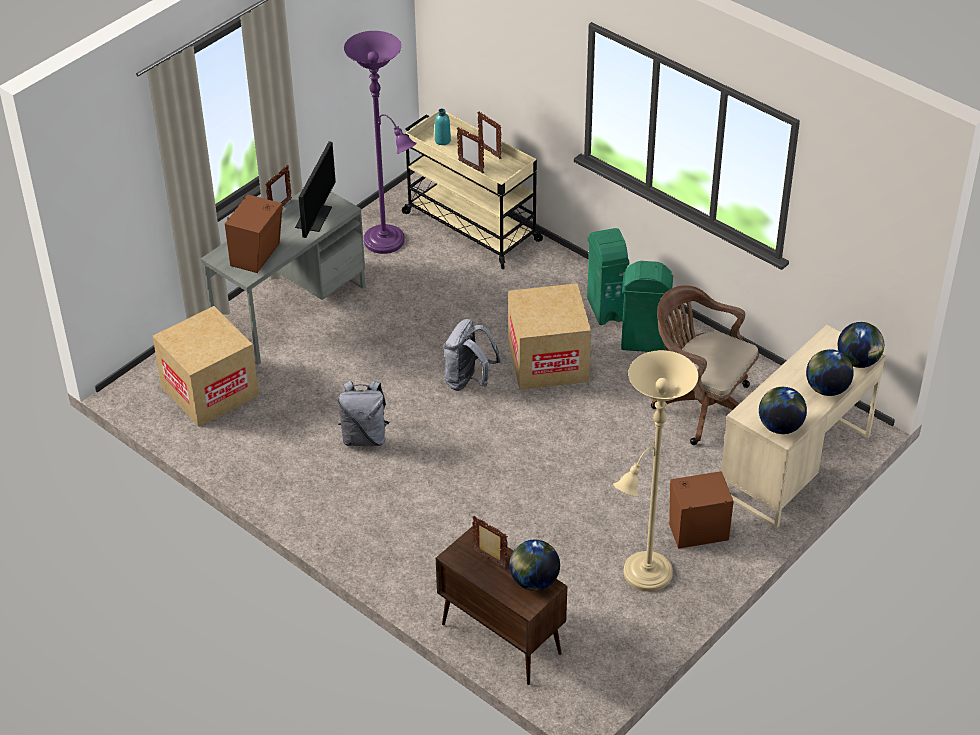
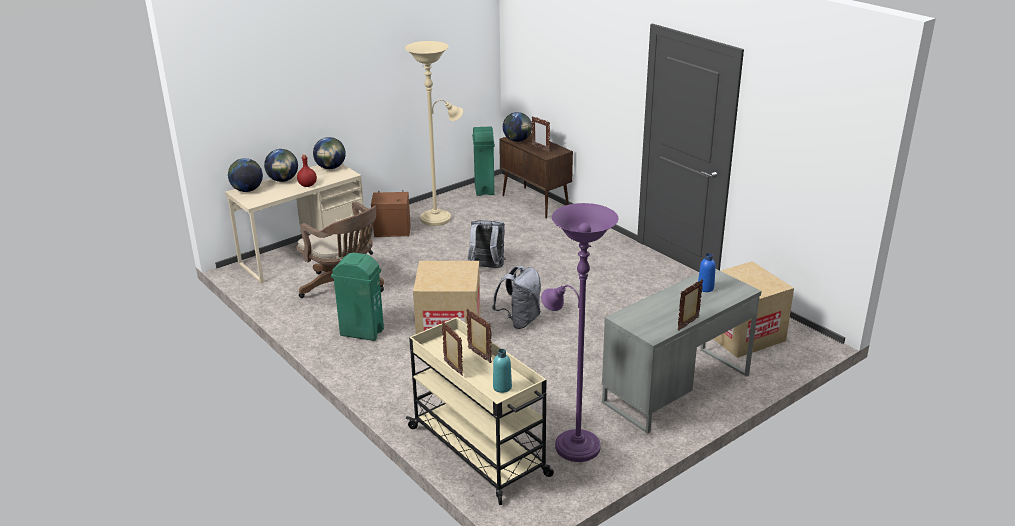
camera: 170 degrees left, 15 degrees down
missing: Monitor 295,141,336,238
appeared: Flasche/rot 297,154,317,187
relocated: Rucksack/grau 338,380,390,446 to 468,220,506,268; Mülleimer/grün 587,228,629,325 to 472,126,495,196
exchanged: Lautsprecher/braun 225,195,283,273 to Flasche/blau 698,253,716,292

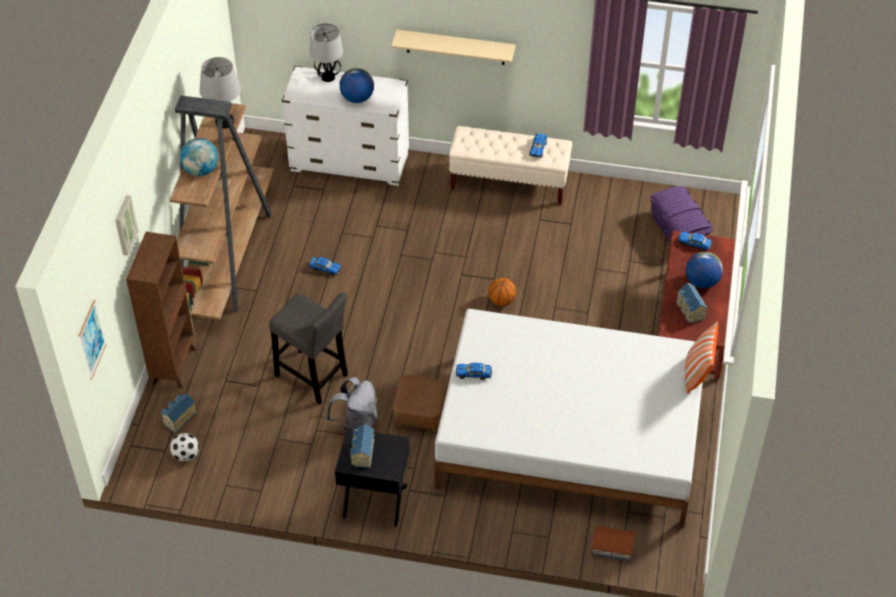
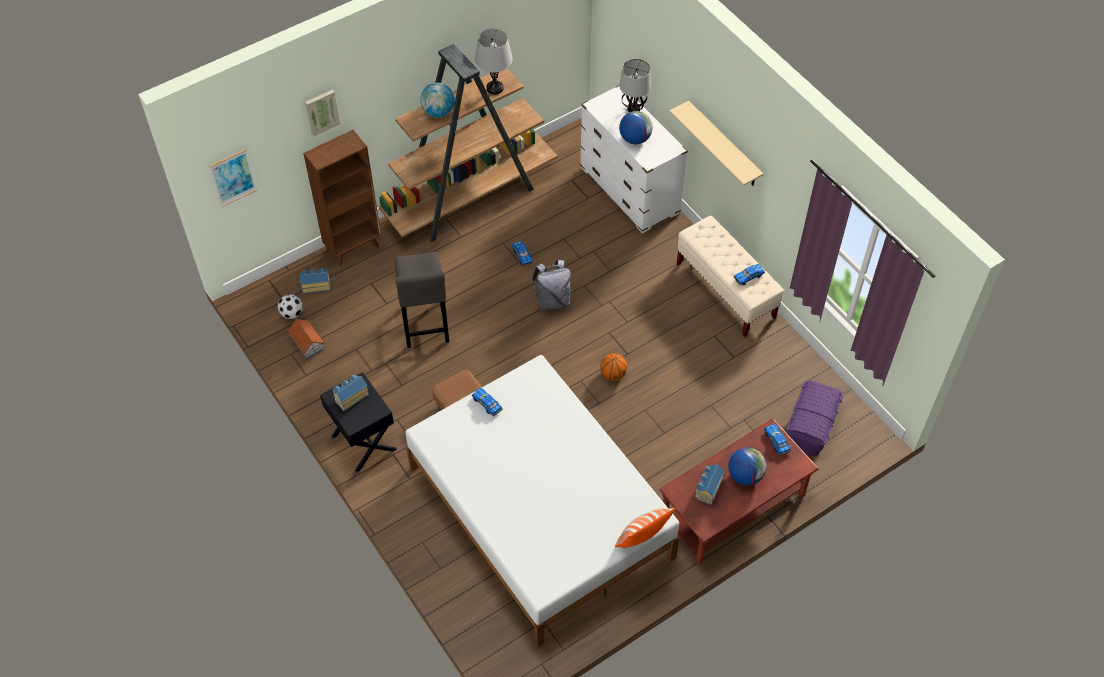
camera: 45 degrees right, 5 degrees up
relocated: Rucksack/grau 326,377,378,433 to 532,260,571,311; Spielzeughaus 591,526,635,561 to 288,319,325,359

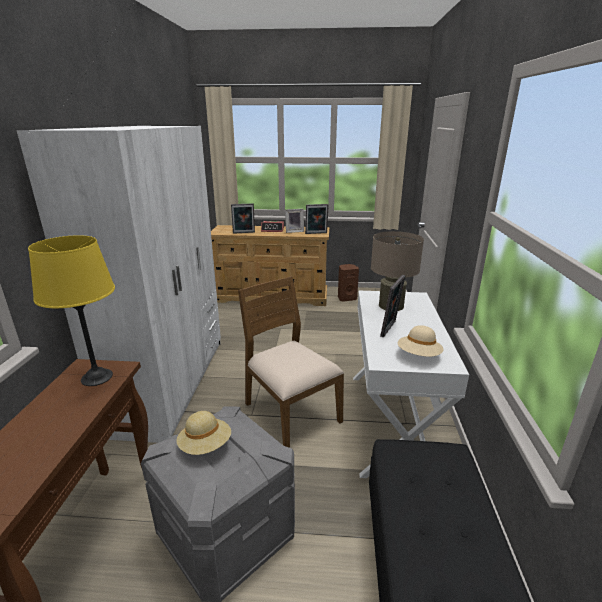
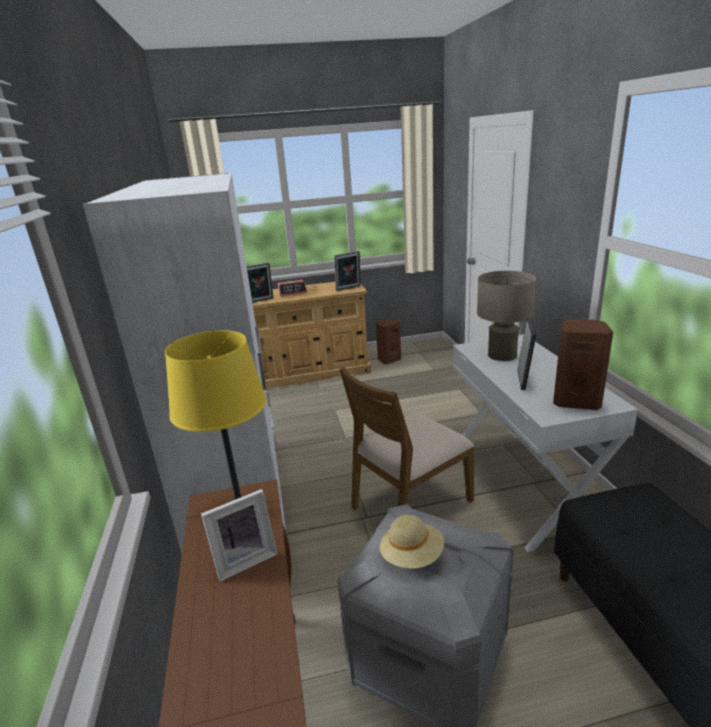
camera: 15 degrees left, 0 degrees up
relocated: Bilderrahmen 285,209,304,233 to 201,489,277,581
exchanged: Hut/beige 398,325,443,357 to Lautsprecher/braun 553,319,613,410
spun: Stuhl/braun 238,276,344,448 = 340,367,474,510 75 degrees counterclockwise

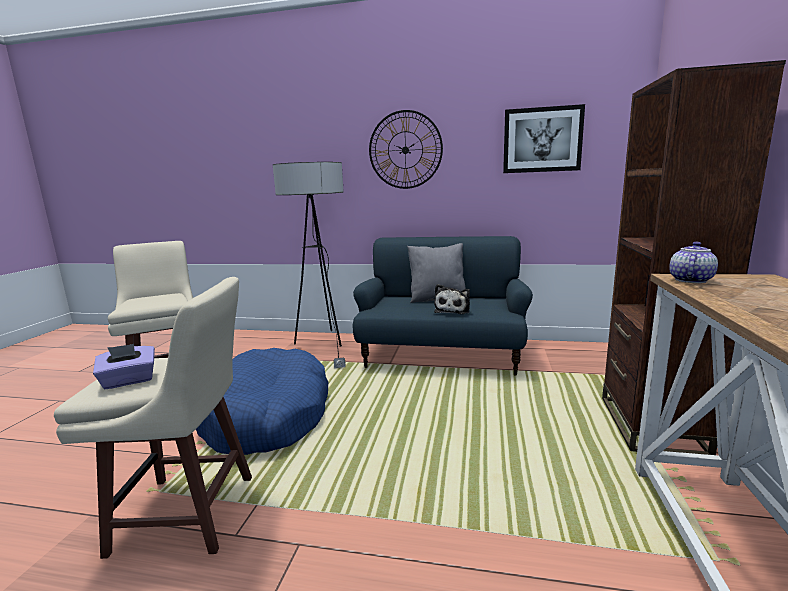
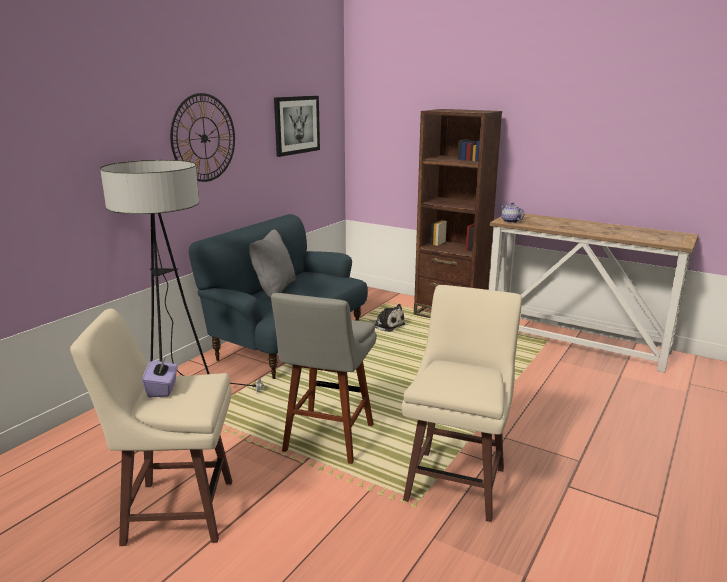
camera: 70 degrees left, 5 degrees up
relocated: Taschentuchbox/lila 93,344,155,389 to 142,357,178,398; Plüschtier 434,284,470,314 to 369,304,405,332
exchanged: Hundebett/blau 196,348,328,455 to Hocker/grau 271,293,377,464

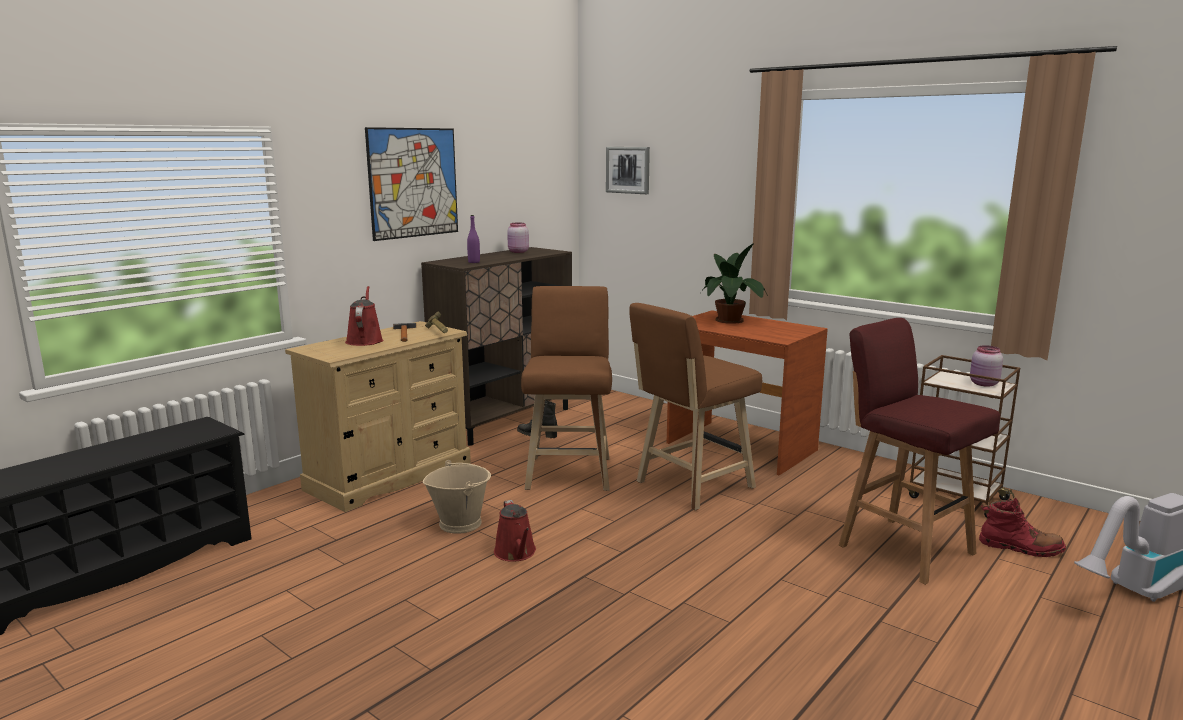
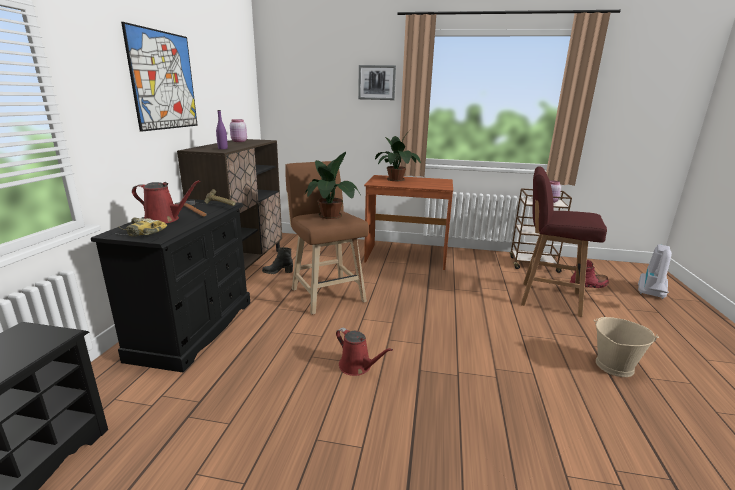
camera: 30 degrees left, 5 degrees up
missing: Hocker/braun 629,303,762,511
appeared: Bohrmaschine 118,218,167,237; Topfpflanze 304,152,361,219
relocated: Eimer/beige 423,460,491,534 to 594,317,659,377; Bild 606,147,650,194 to 358,65,396,100
colour: Kommode/beige 285,321,471,512 to Kommode/schwarz 91,199,250,373
spun: Gießkanne/rot 345,286,384,346 = 132,180,200,223 135 degrees clockwise

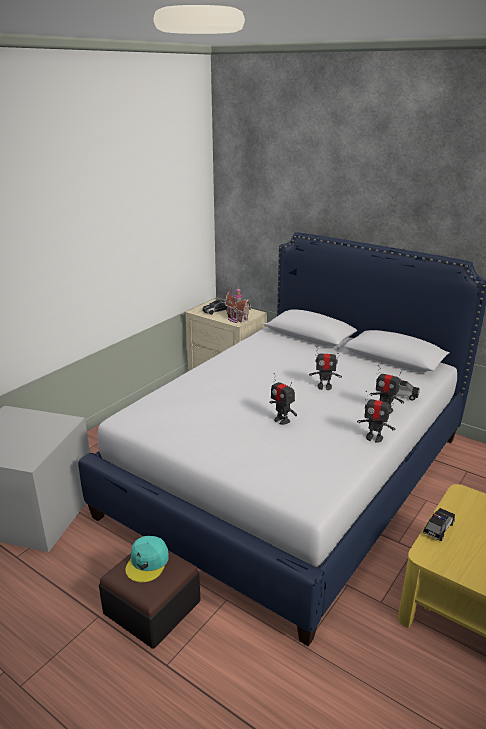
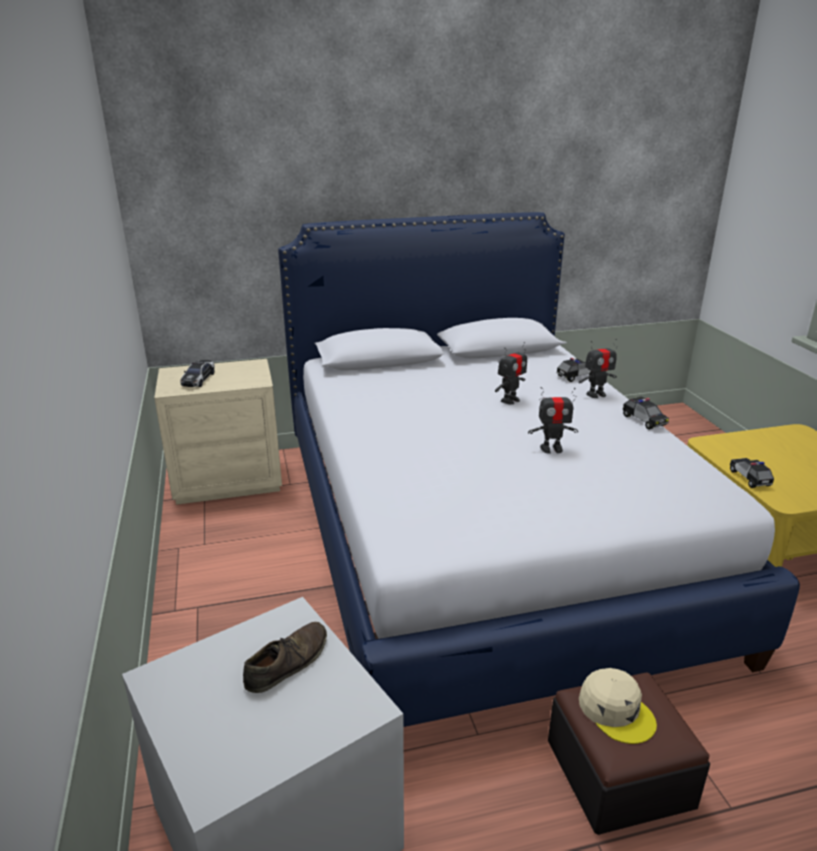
camera: 50 degrees left, 0 degrees up
missing: Spielzeughaus 225,287,251,323
appeared: Schuh/braun 243,622,327,693
exchanged: Spielzeugroboter 357,391,395,443 to Spielzeugauto 623,397,669,430
colour: Kappe/türkis 125,536,169,582 to Kappe/beige 579,668,657,744

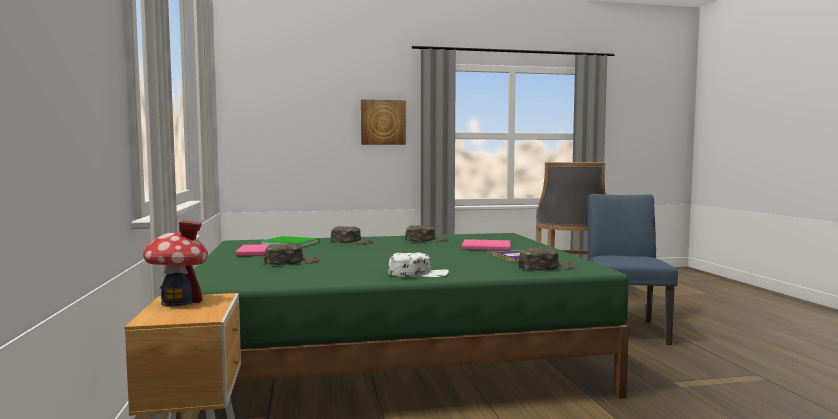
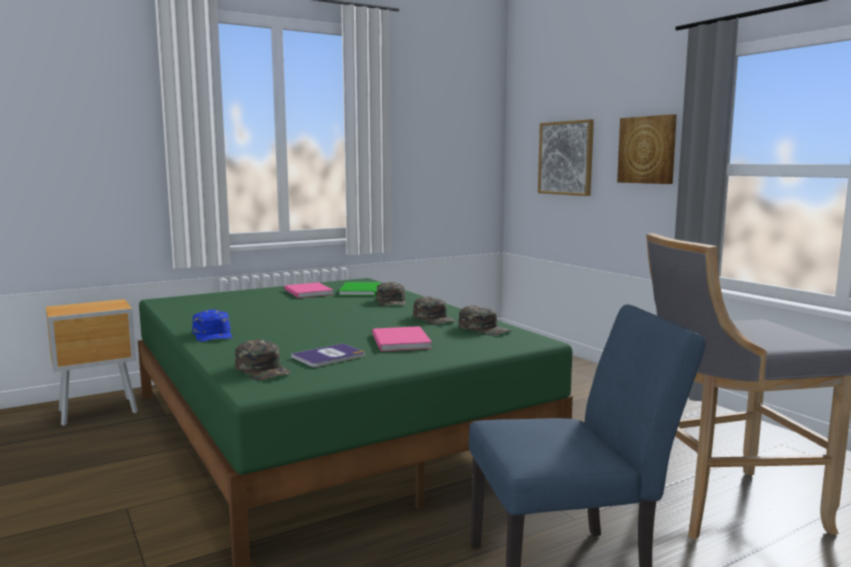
camera: 70 degrees right, 5 degrees up
missing: Spielzeughaus 143,220,208,306
appeared: Bild 538,119,594,196
relocated: Kappe/grün 264,243,320,265 to 458,305,512,335
colour: Kappe/weiß 388,252,449,277 to Kappe/blau 192,310,232,342

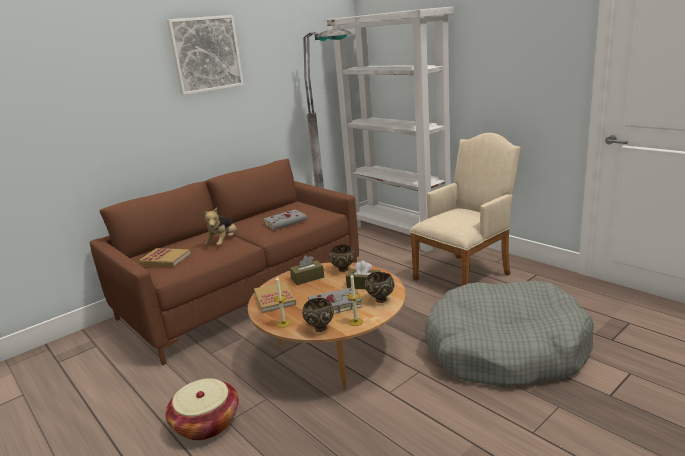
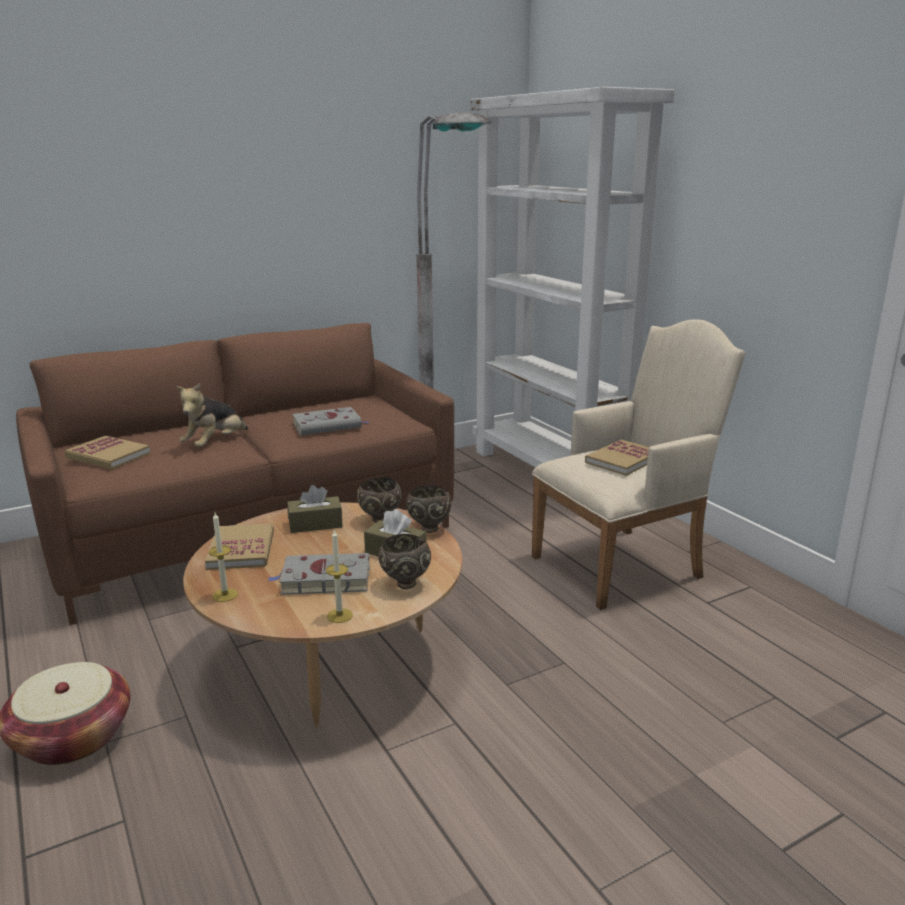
camera: 10 degrees right, 0 degrees up
missing: Bild 167,15,244,95; Hundebett/grau 425,280,594,388
appeared: Buch 585,440,649,476
relocated: Schüssel/braun 302,298,334,332 to 406,485,451,533

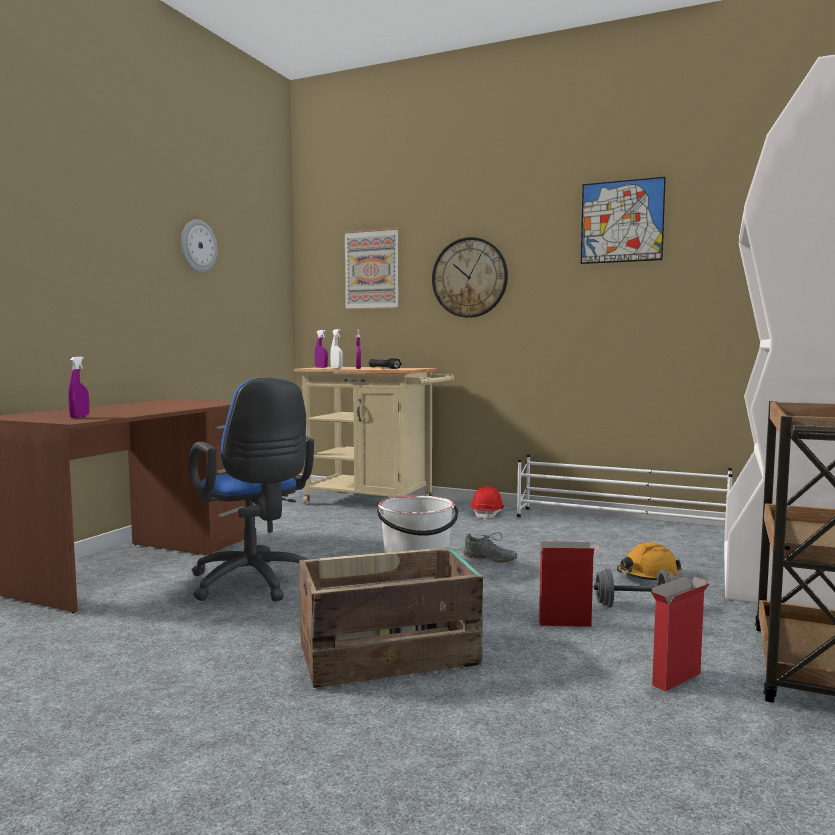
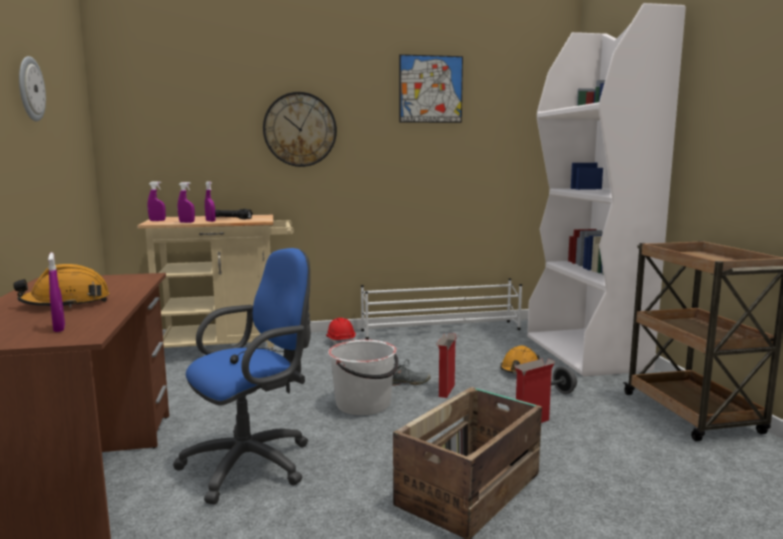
camera: 35 degrees left, 5 degrees up
missing: Bild 344,228,399,310
appeared: Schutzhelm/orange 13,264,110,307
relocated: Karton 651,576,710,692 to 436,333,458,398
colour: Sprühflasche/weiß 330,329,343,369 to Sprühflasche/lila 178,182,195,223
spun: Bürostuhl/blau 189,377,314,602 = 173,248,311,504 60 degrees counterclockwise

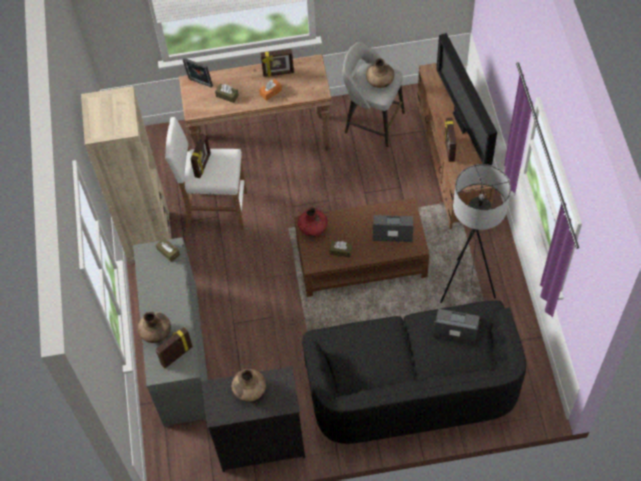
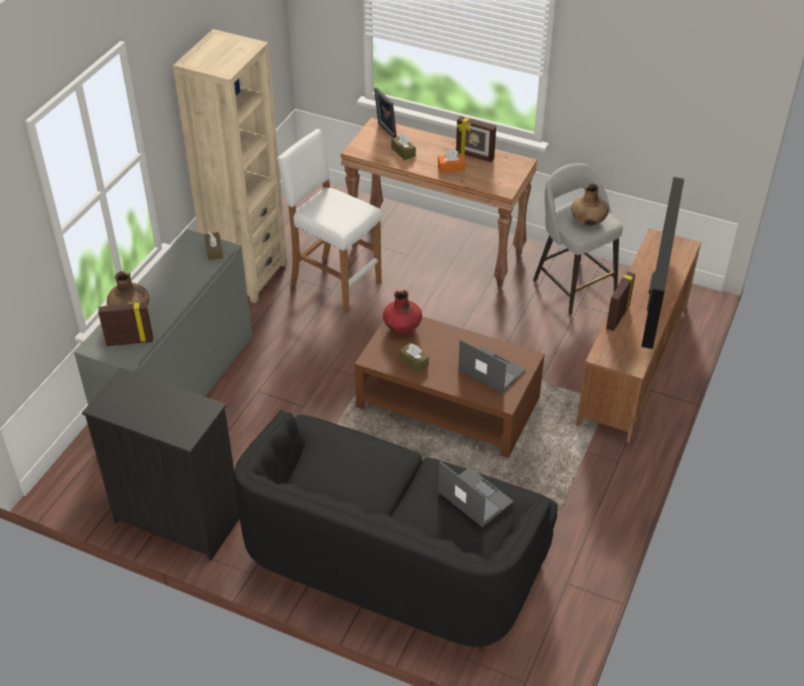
camera: 30 degrees right, 15 degrees down
missing: Bilderrahmen 191,134,211,178; Vase/braun 231,369,266,402; Stehlampe/grau 440,164,511,303

